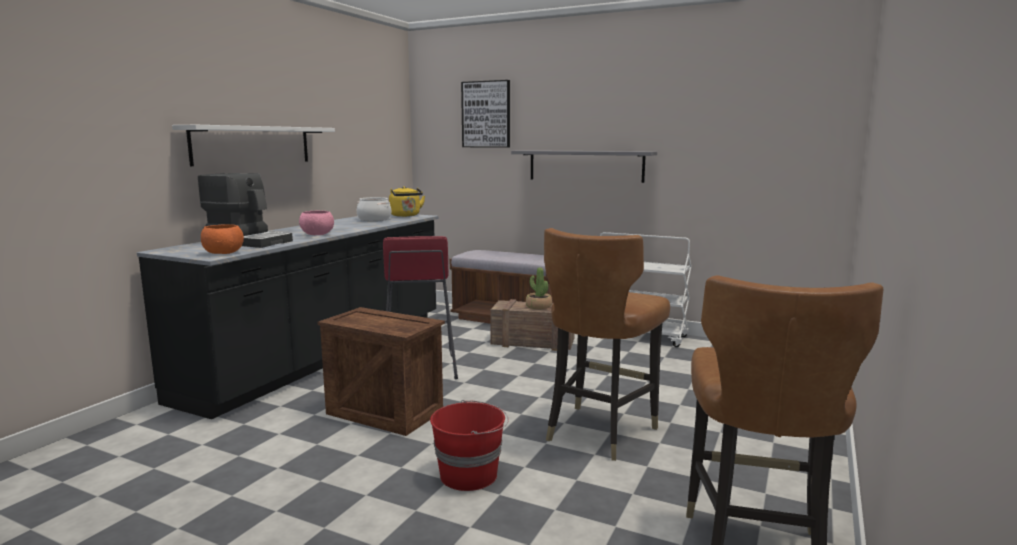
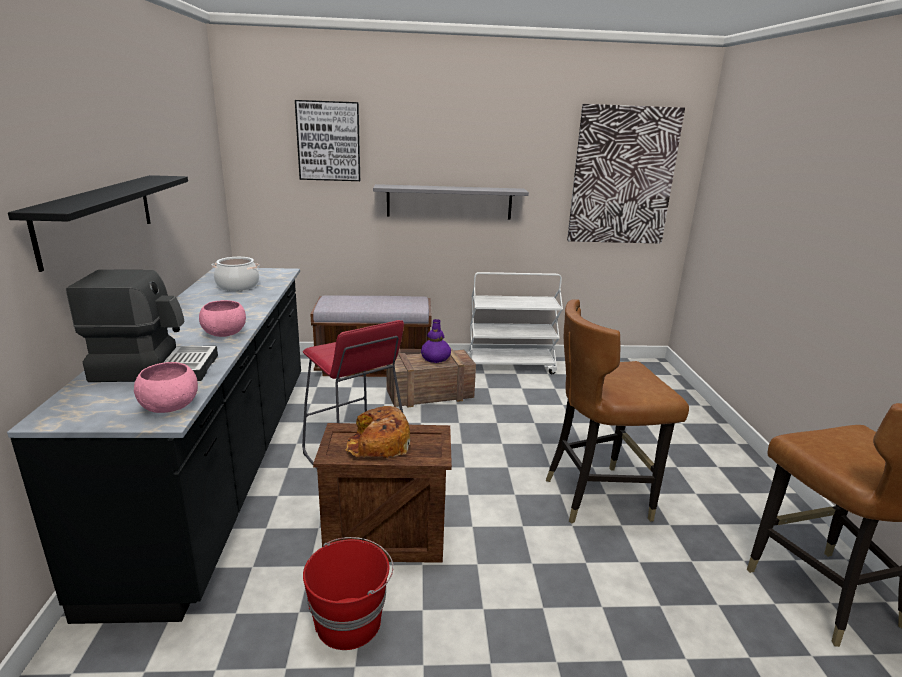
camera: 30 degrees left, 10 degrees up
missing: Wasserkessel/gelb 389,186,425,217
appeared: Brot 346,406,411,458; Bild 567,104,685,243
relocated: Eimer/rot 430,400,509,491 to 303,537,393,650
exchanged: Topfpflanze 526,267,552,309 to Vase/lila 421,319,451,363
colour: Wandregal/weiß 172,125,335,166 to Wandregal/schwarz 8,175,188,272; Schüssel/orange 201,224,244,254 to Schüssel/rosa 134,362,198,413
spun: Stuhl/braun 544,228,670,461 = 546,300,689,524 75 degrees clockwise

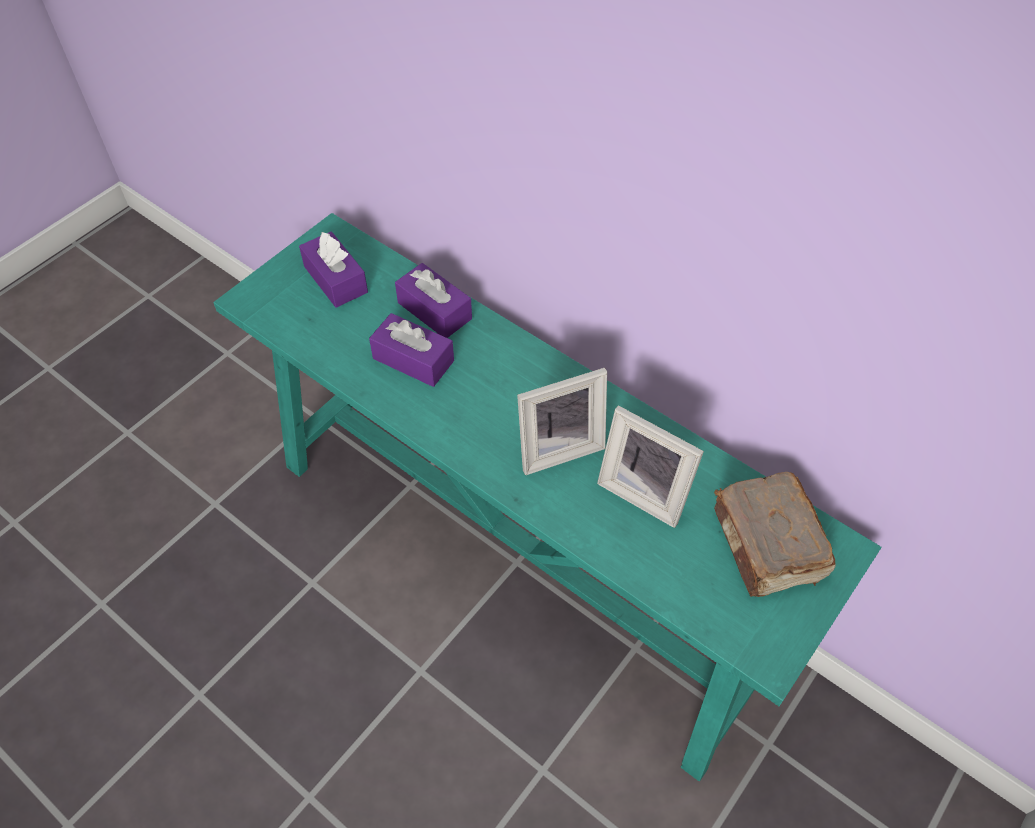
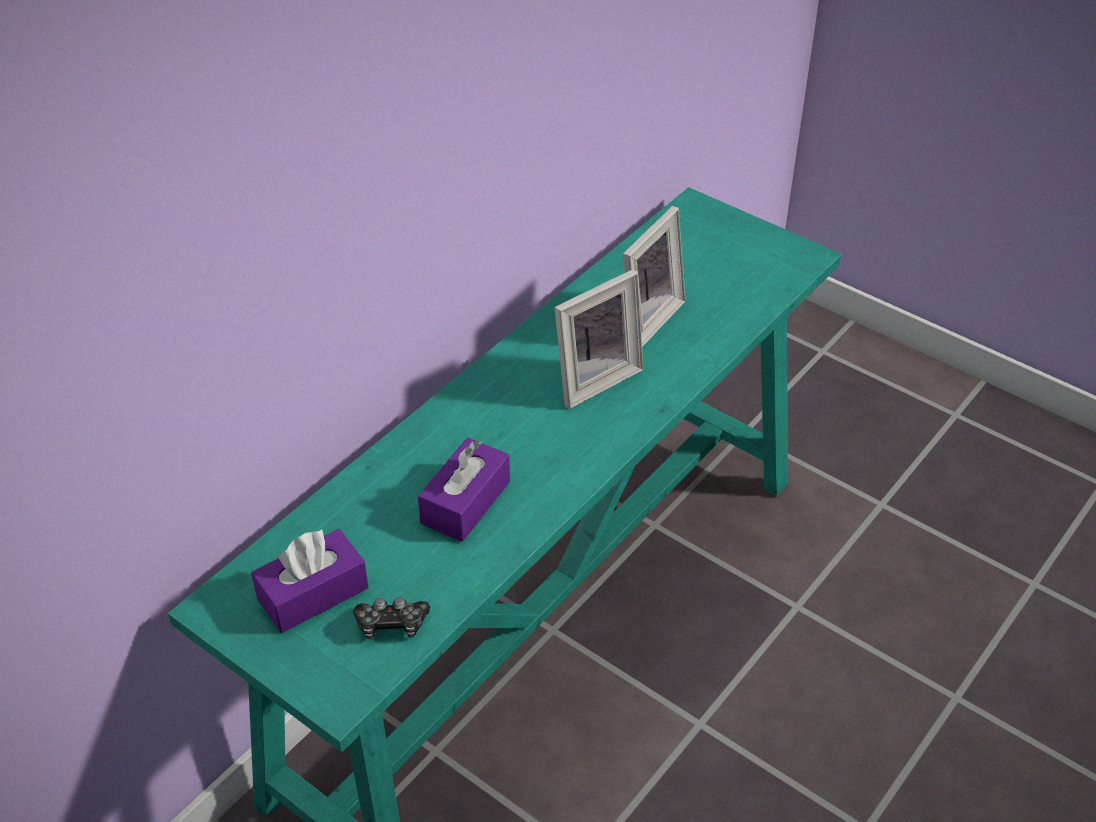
camera: 90 degrees left, 10 degrees down
missing: Taschentuchbox/lila 395,263,472,338; Buch/braun 714,472,836,597
appeared: Gamepad 353,597,430,639
spun: Bilderrahmen 517,368,607,475 = 555,269,643,409 75 degrees clockwise

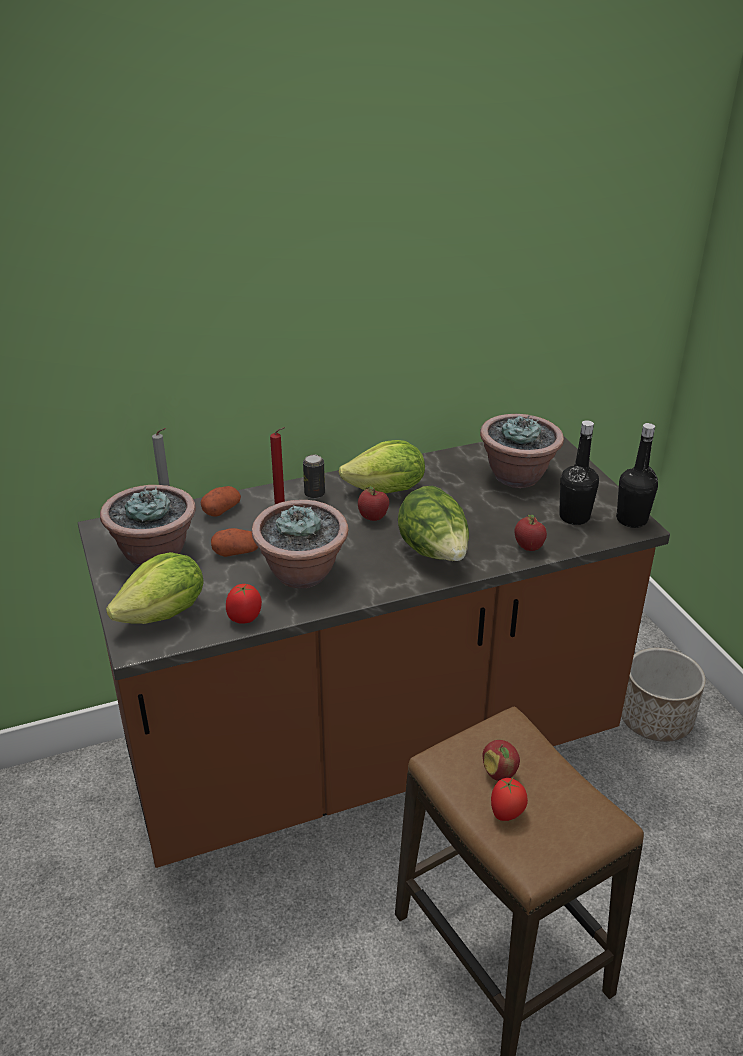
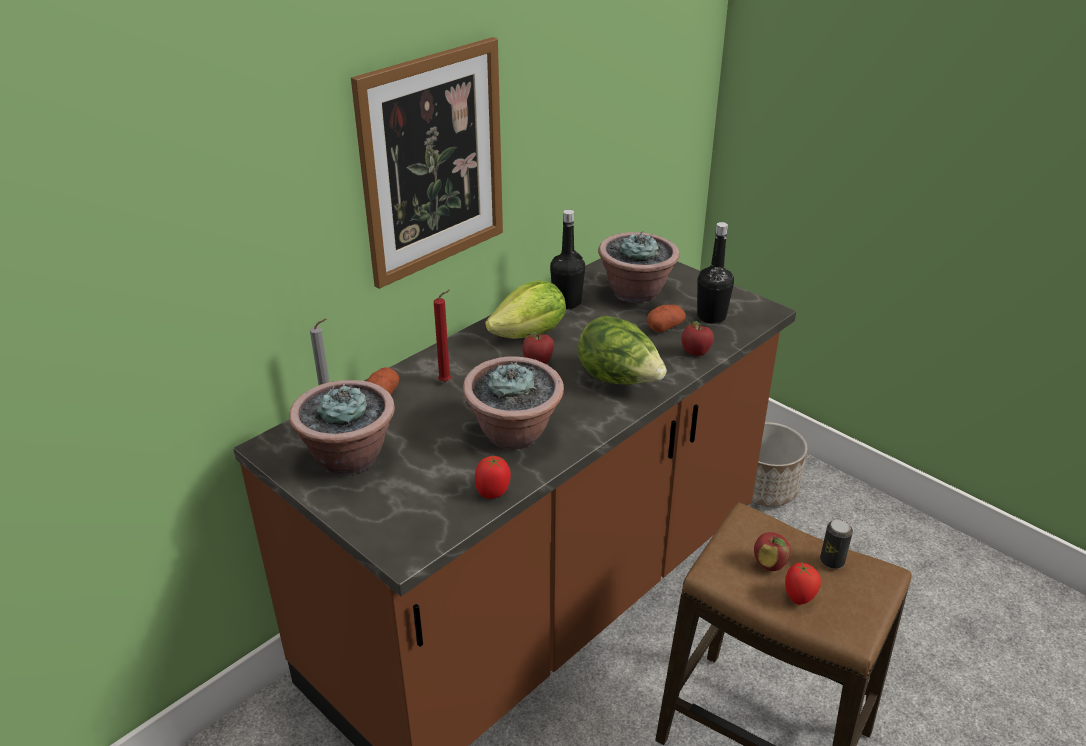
camera: 25 degrees left, 0 degrees up
missing: Salatkopf 106,552,203,624
appeared: Bild 351,37,503,289
relocated: Kartoffel 211,528,258,557 to 647,305,686,333; Dose 303,455,325,499 to 820,519,853,569; Flasche/schwarz 616,423,658,528 to 550,209,585,309

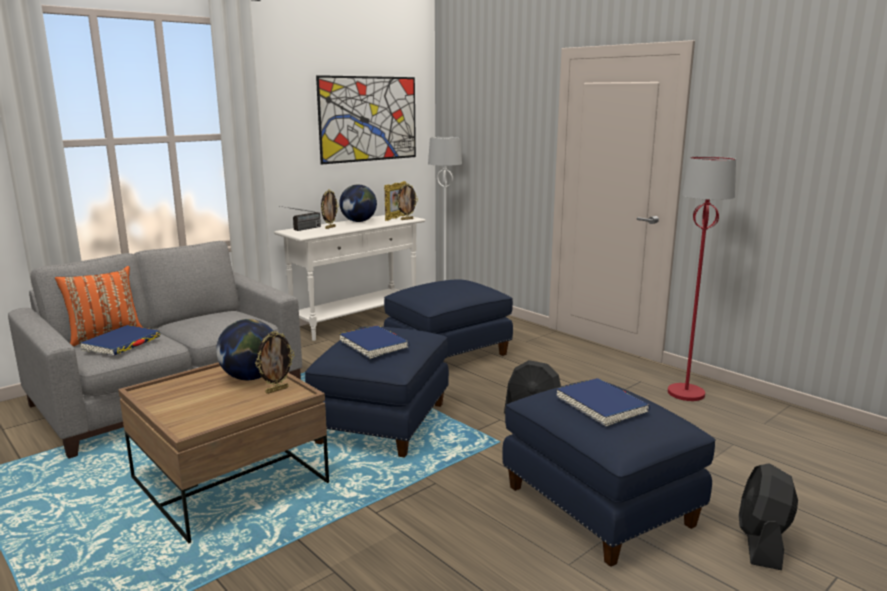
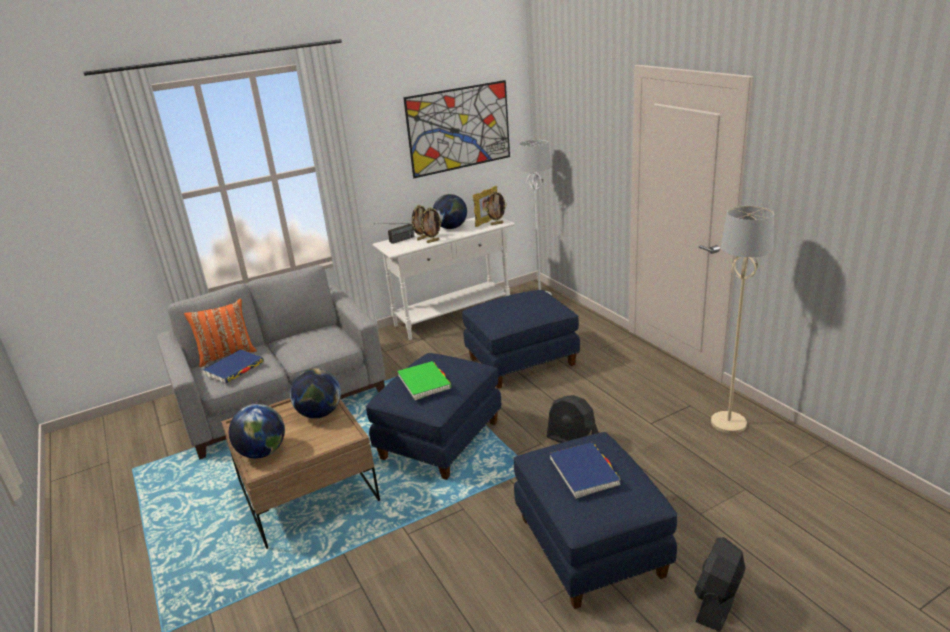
camera: 15 degrees right, 10 degrees up
appeared: Globus 229,404,285,458
relocated: Bilderrahmen 255,331,295,394 to 420,207,442,243
colour: Buch/blau 340,325,410,359 to Buch/grün 397,361,452,400; Stehlampe/rot 668,156,736,401 to Stehlampe/beige 711,206,774,434

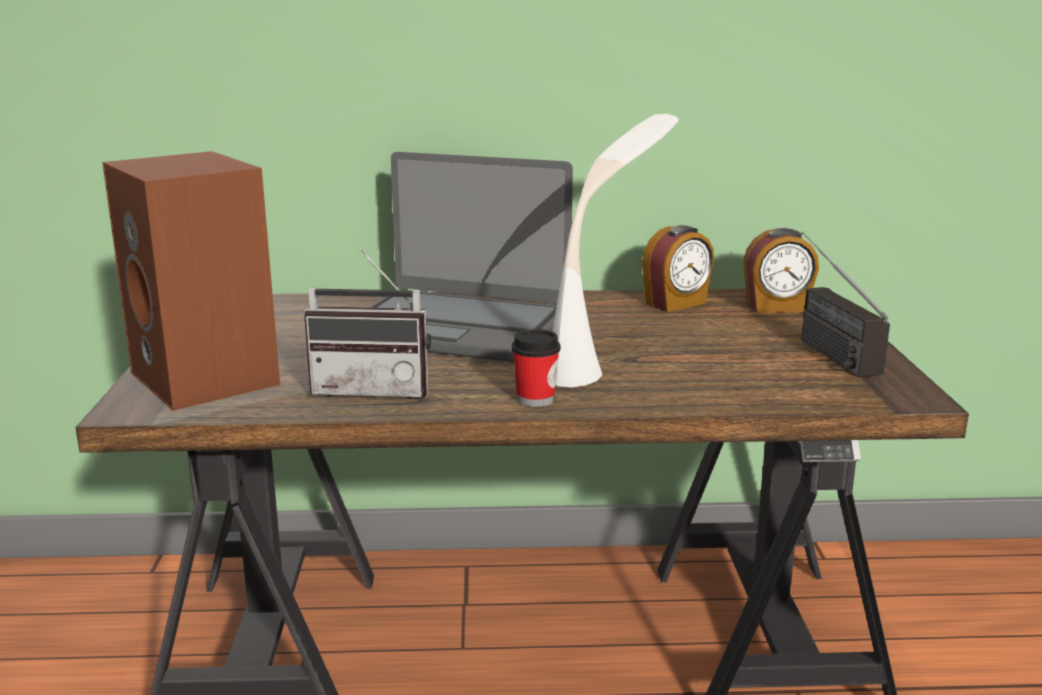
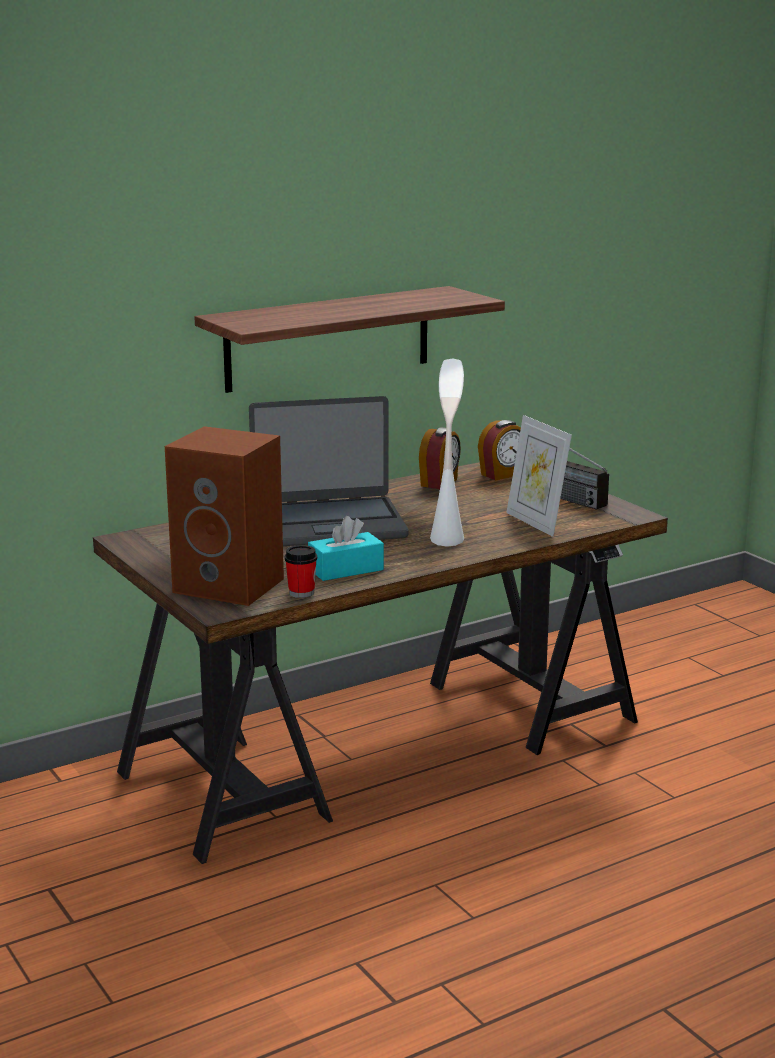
camera: 30 degrees left, 0 degrees up
appeared: Wandregal 194,286,505,393; Bilderrahmen 506,415,572,537
relocated: Tasse 512,329,560,407 to 285,545,317,598
exchanged: Radio 304,248,431,399 to Taschentuchbox/türkis 308,516,384,581

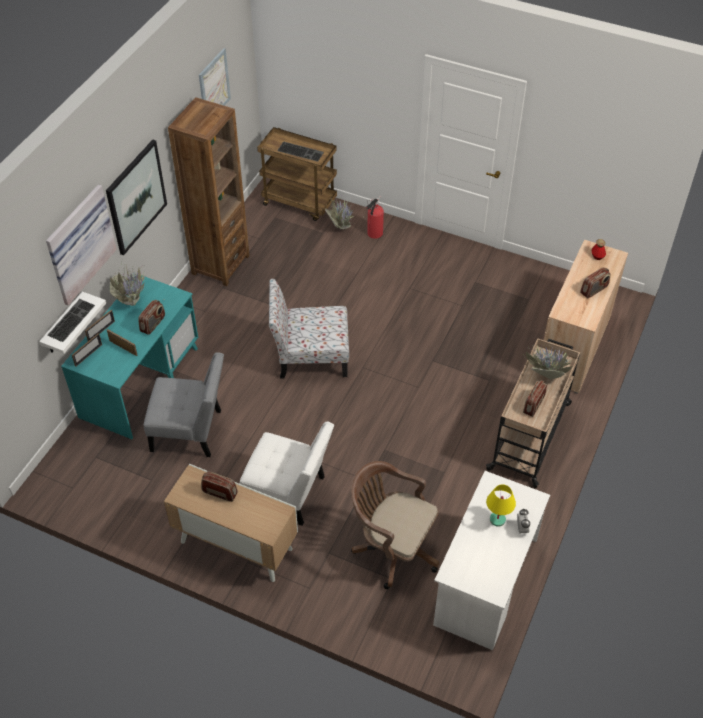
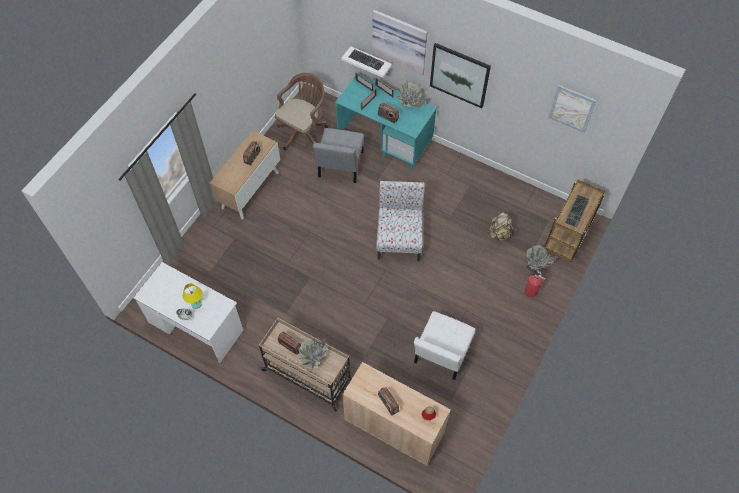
camera: 95 degrees right, 10 degrees up
missing: Bücherregal/braun 168,97,250,286
appeared: Rucksack/beige 488,212,515,241
relocated: Stuhl/weiß 240,422,334,526 to 414,311,475,380; Bürostuhl/braun 351,461,439,589 to 275,73,328,150

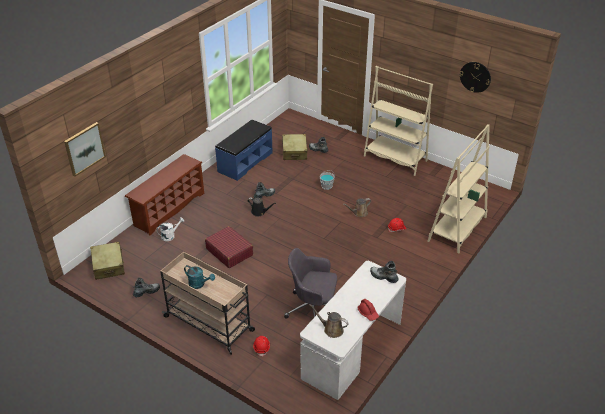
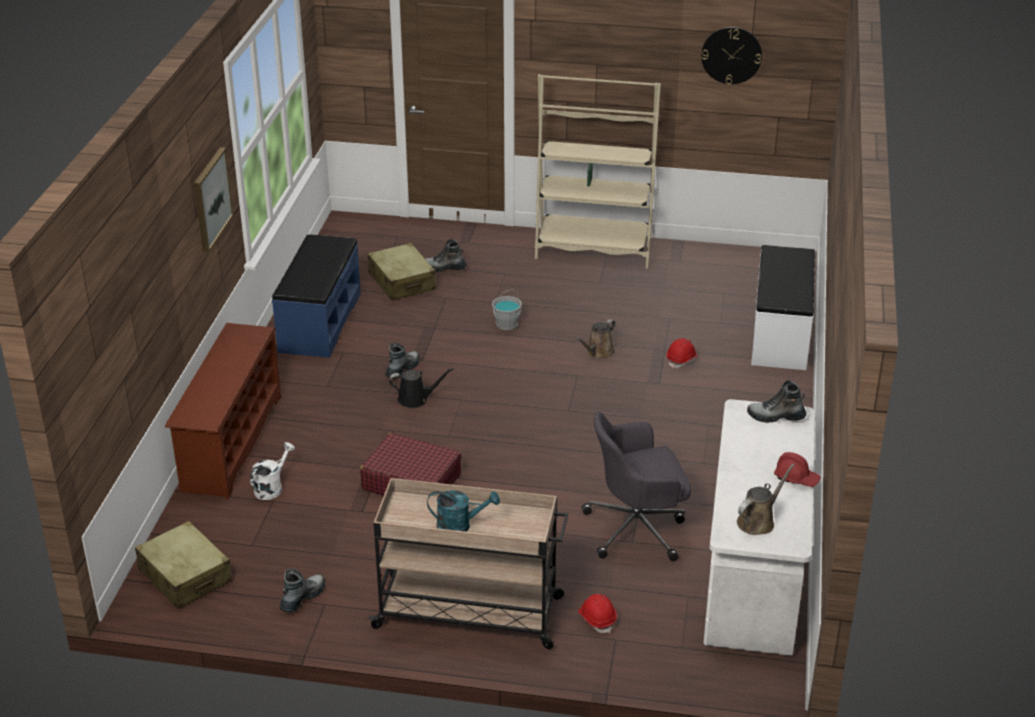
camera: 25 degrees left, 5 degrees down
relocated: Bild 64,122,106,177 to 194,147,234,253
exchanged: Bücherregal/beige 428,124,490,253 to Bank/weiß 751,245,815,370
spun: Gießkanne/braun 309,304,349,338 = 737,464,795,535 135 degrees clockwise

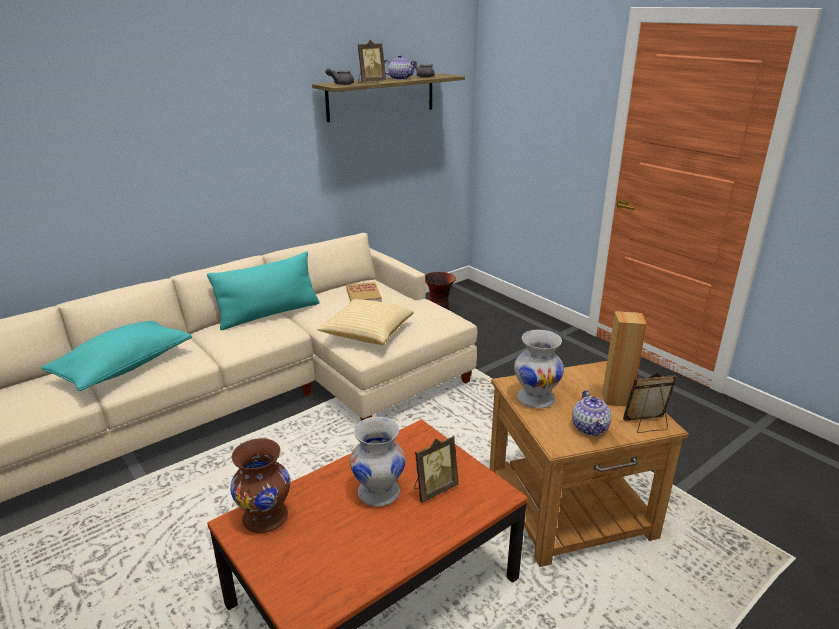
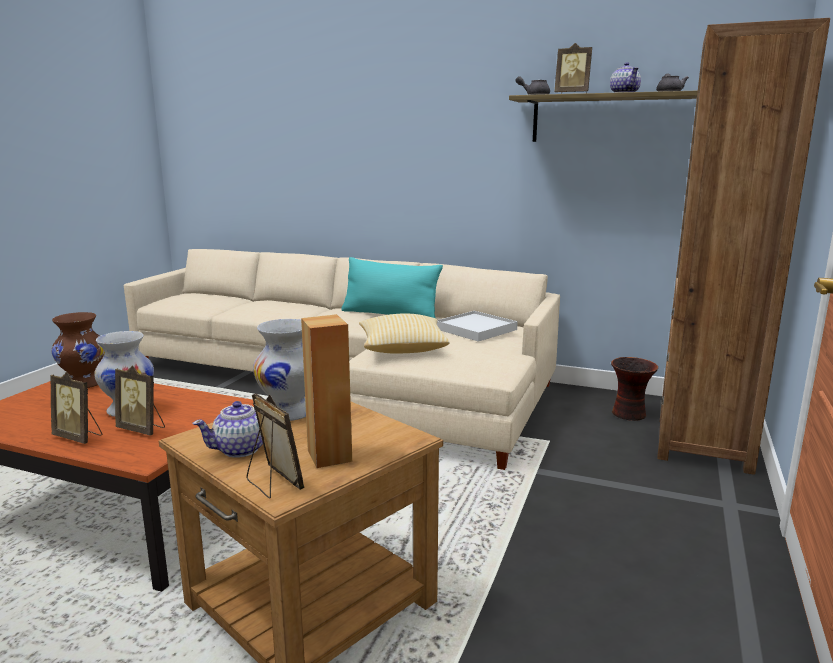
camera: 60 degrees right, 10 degrees down
missing: Kissen/türkis 41,321,192,391
appeared: Bilderrahmen 50,372,102,444; Bücherregal/braun 657,18,830,475
exchanged: Buch 346,282,382,302 to Tablett/weiß 437,311,518,342

